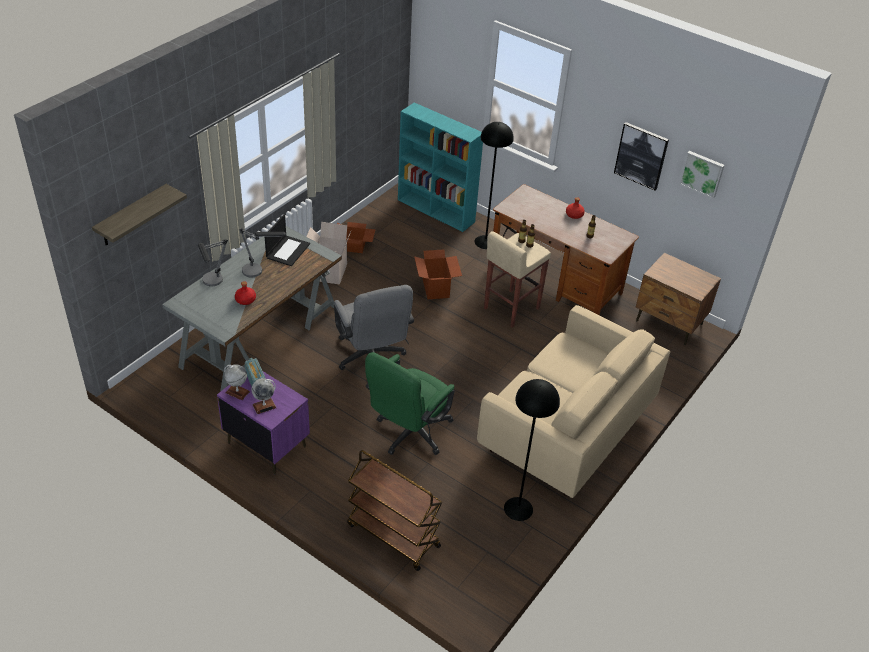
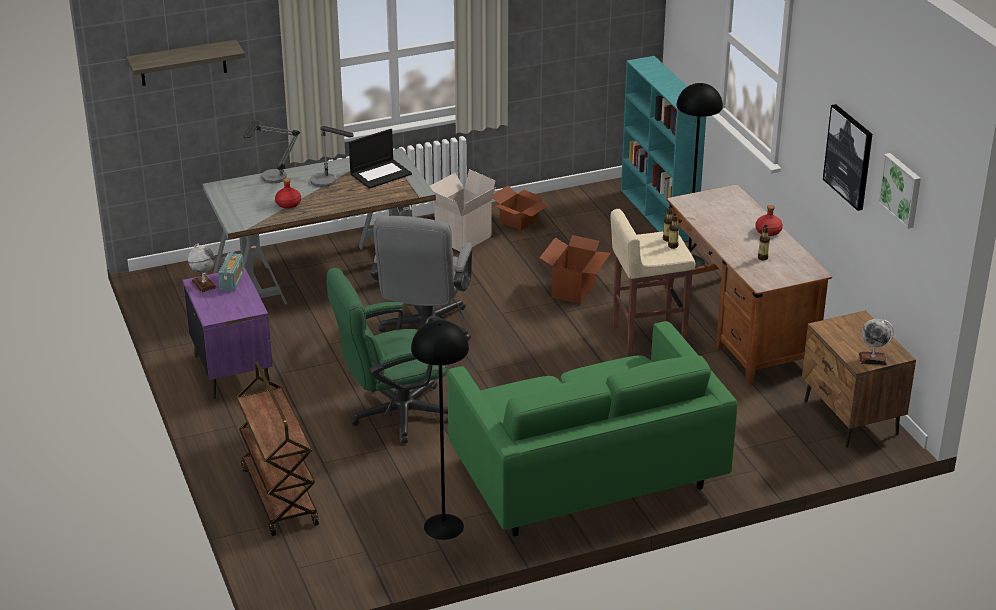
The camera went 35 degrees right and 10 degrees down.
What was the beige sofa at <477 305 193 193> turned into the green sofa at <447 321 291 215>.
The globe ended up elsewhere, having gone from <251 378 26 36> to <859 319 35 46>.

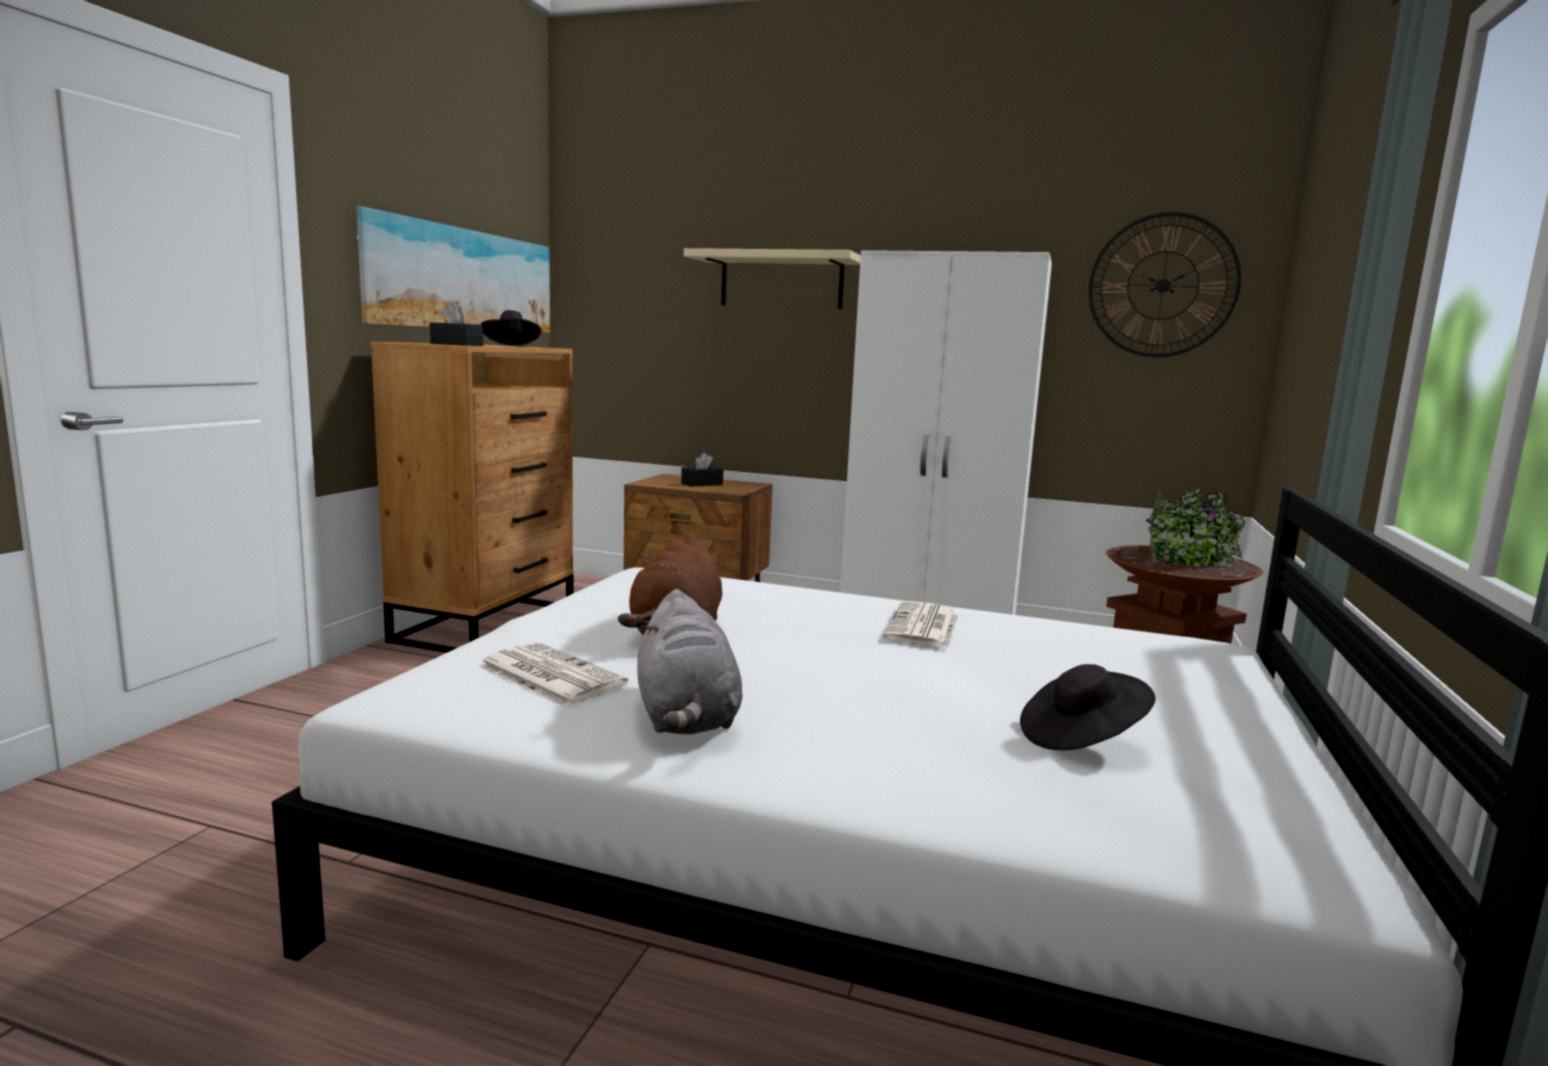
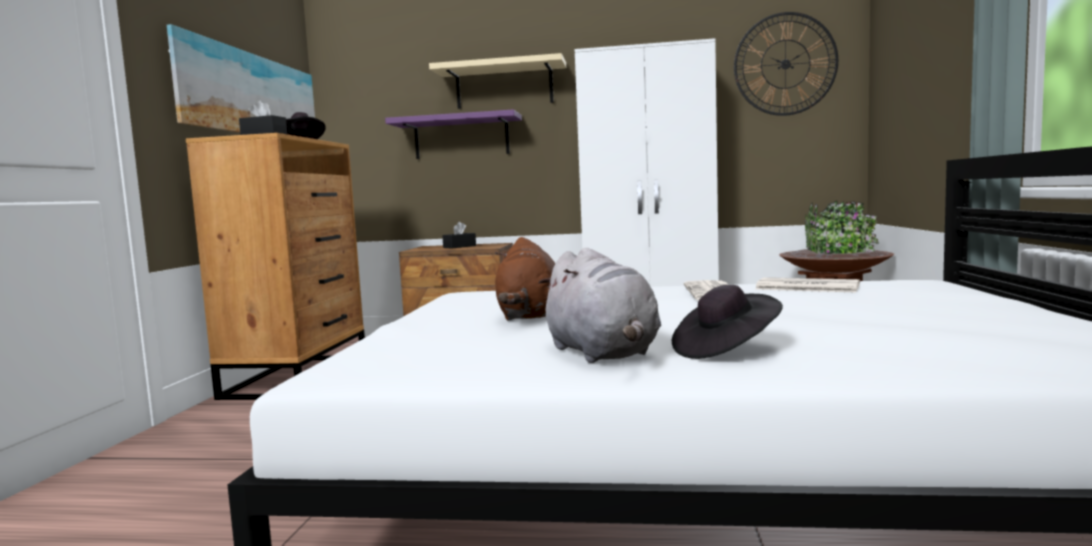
The camera went 10 degrees left and 5 degrees down.
The newspaper ended up elsewhere, having gone from <477 642 151 66> to <756 277 104 15>.
The black hat ended up elsewhere, having gone from <1020 664 136 86> to <672 285 111 74>.
The second view gained the purple shelf at <385 109 137 50>.

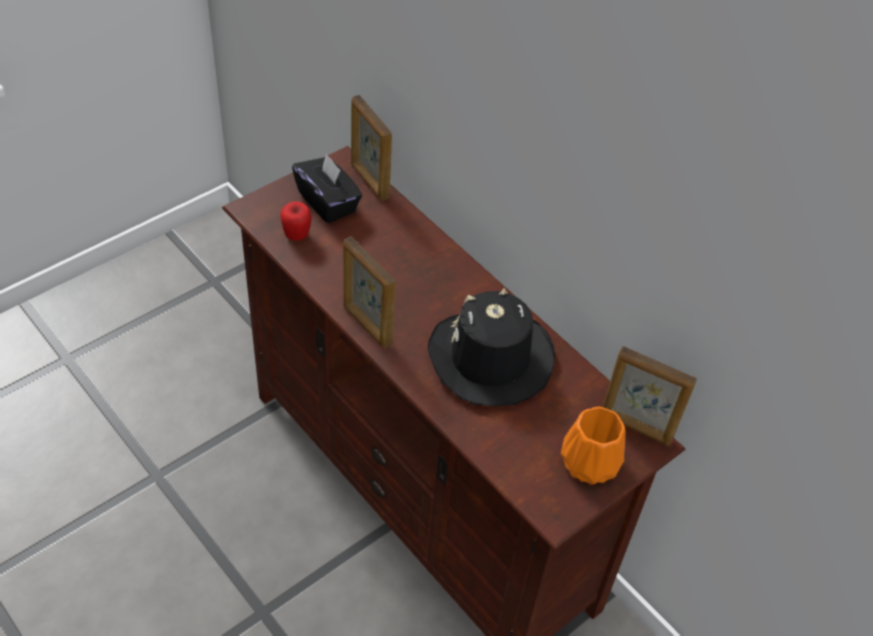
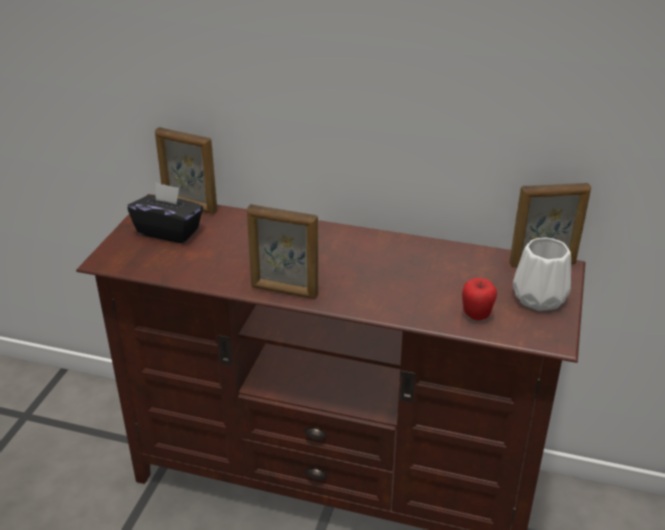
The camera went 30 degrees left and 15 degrees down.
The apple ended up elsewhere, having gone from <280 201 32 40> to <462 278 35 42>.
The second view lost the black hat at <428 288 127 118>.
What was the orange vase at <560 407 66 78> turned into the white vase at <513 238 58 73>.

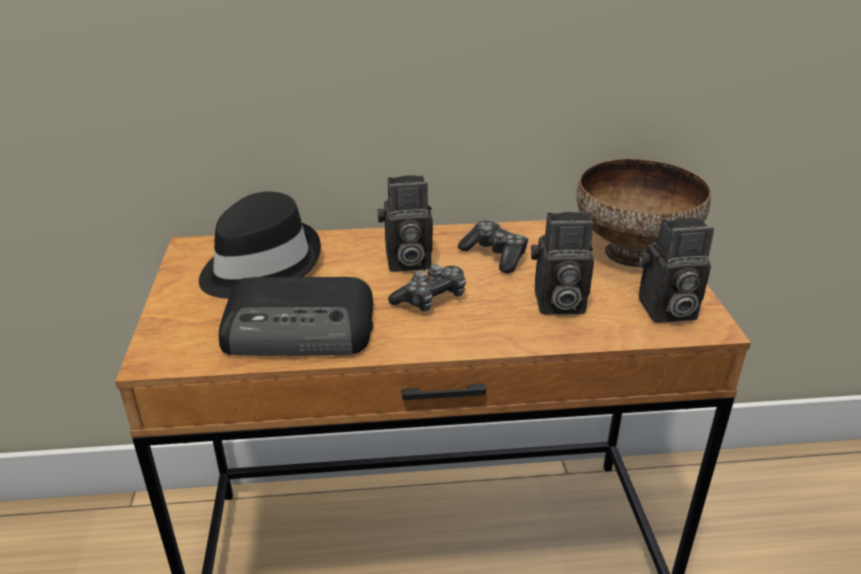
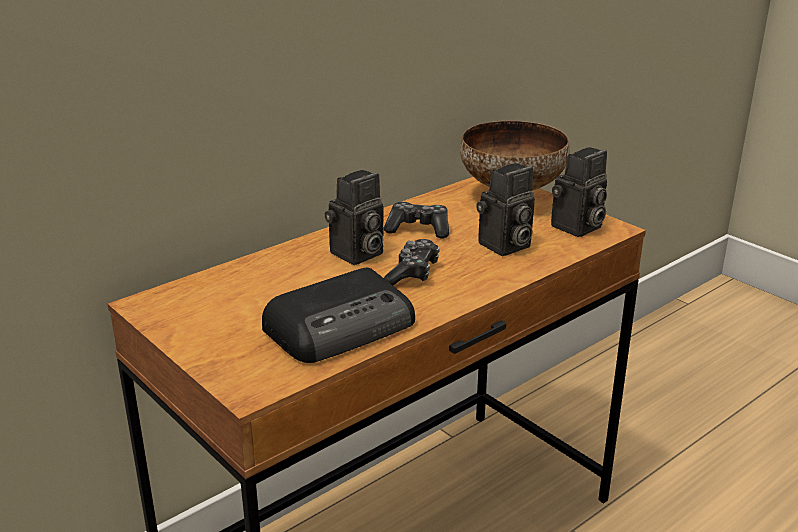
The camera went 35 degrees left and 5 degrees down.
The second view lost the black hat at <199 192 122 107>.

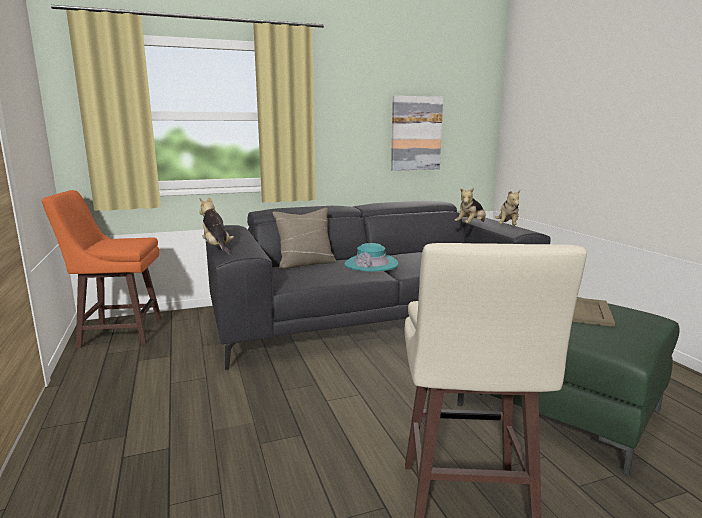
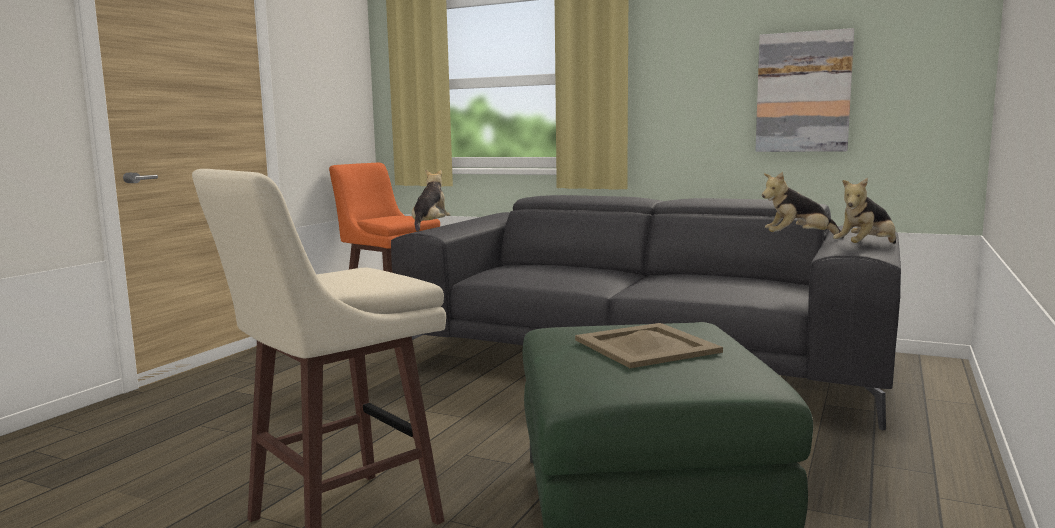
The camera went 45 degrees right and 5 degrees down.
The second view lost the beige pillow at <272 208 65 61>.
The second view lost the turquoise hat at <344 243 54 28>.

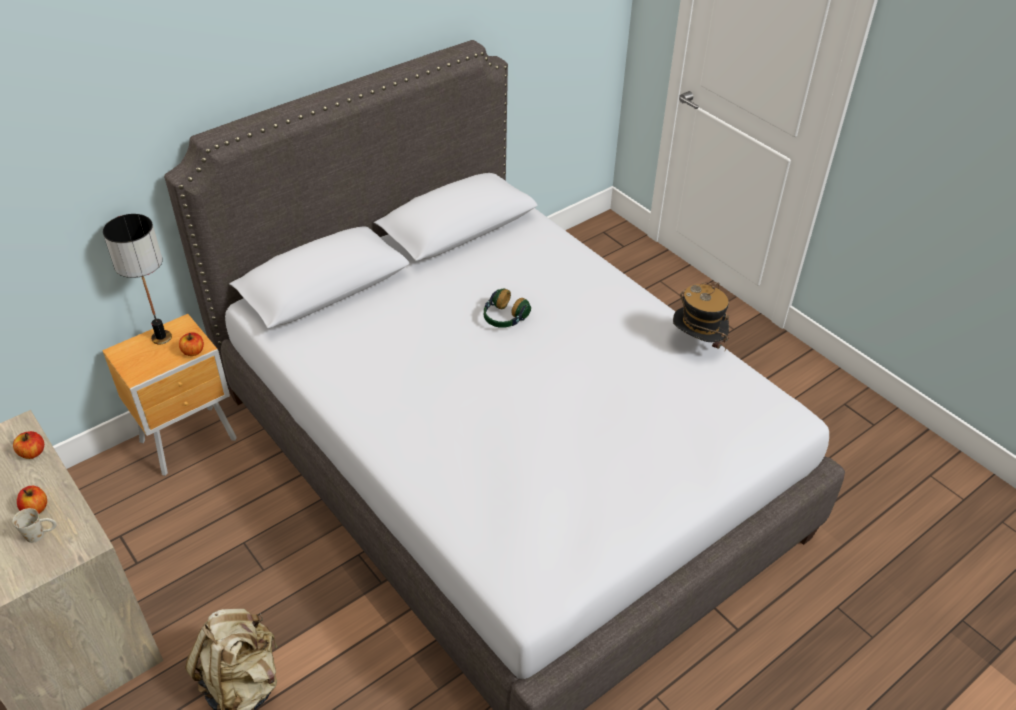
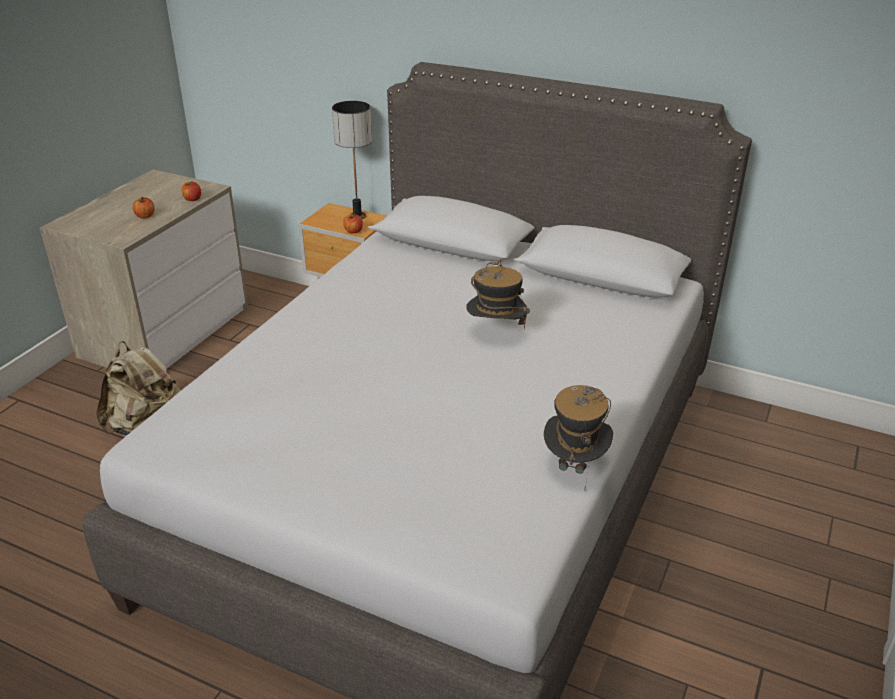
The camera went 65 degrees right and 10 degrees down.
Where the headphones stood at <484 288 47 40>, the hat came to stand at <466 259 64 71>.
The second view lost the white mug at <13 508 44 35>.

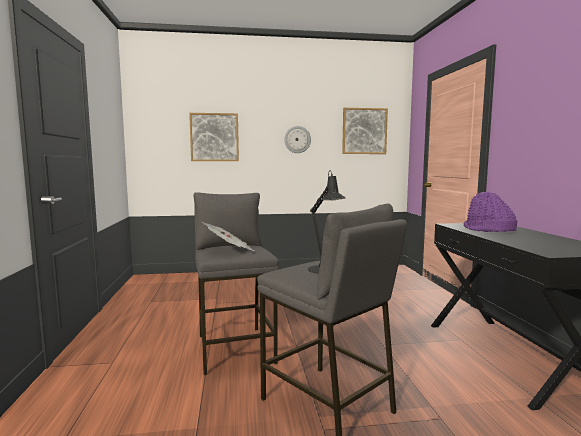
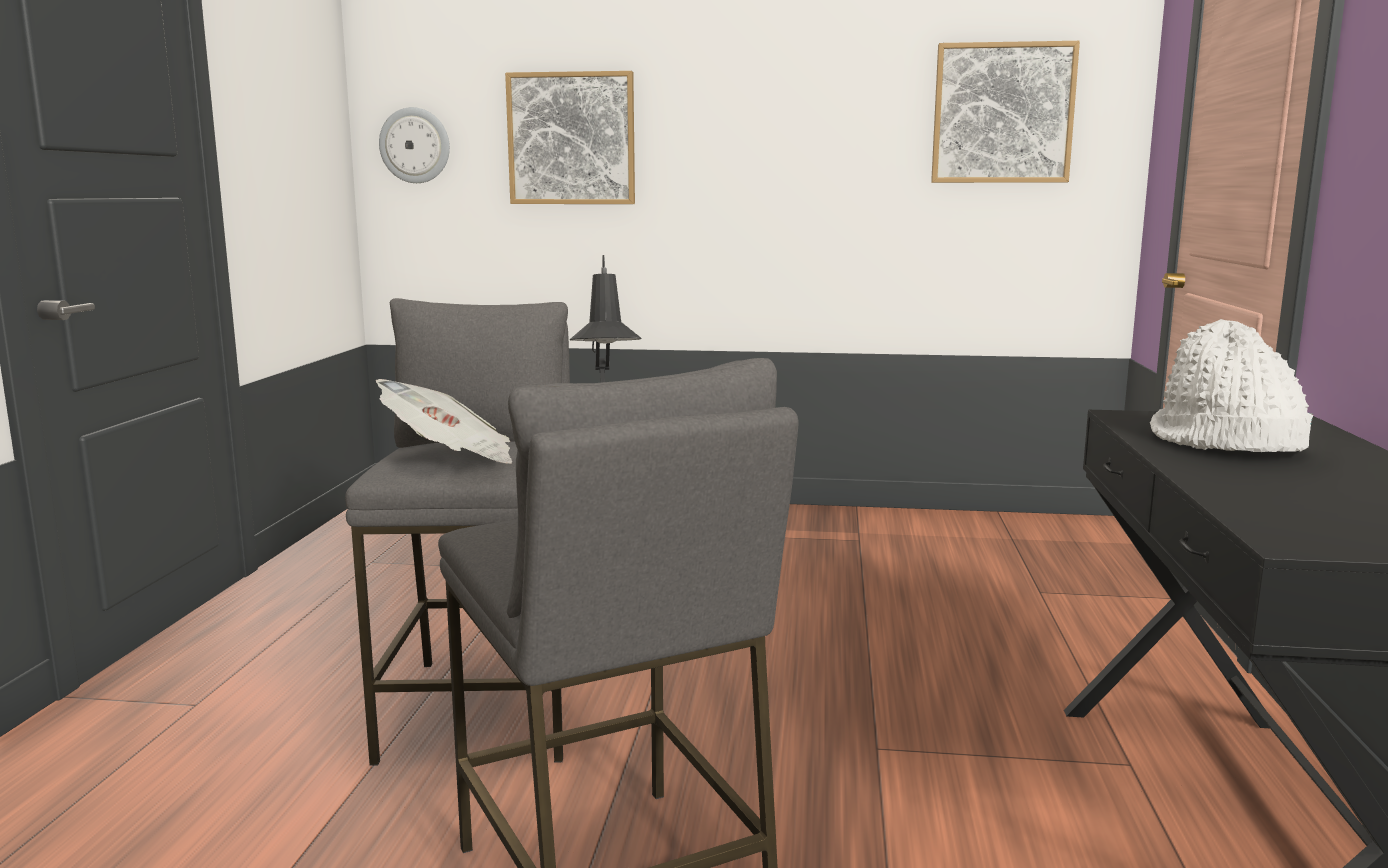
The camera went 15 degrees right and 5 degrees up.
The wall clock ended up elsewhere, having gone from <284 126 27 27> to <379 107 71 76>.
What was the purple hat at <464 192 53 40> turned into the white hat at <1150 319 163 133>.

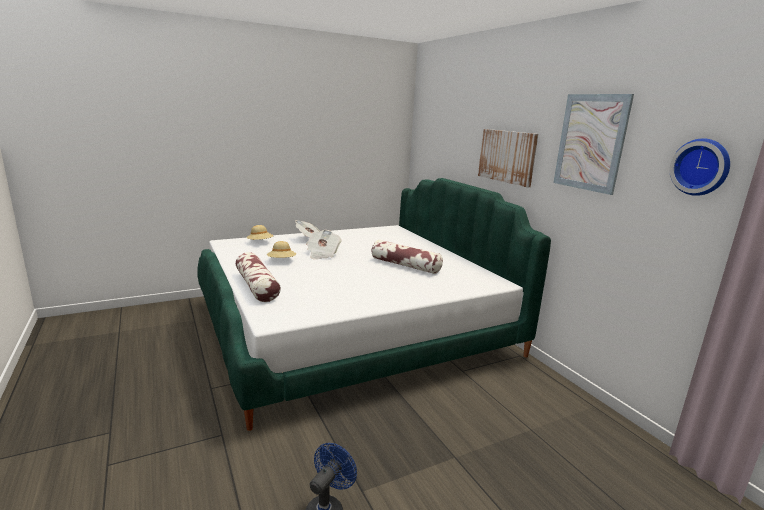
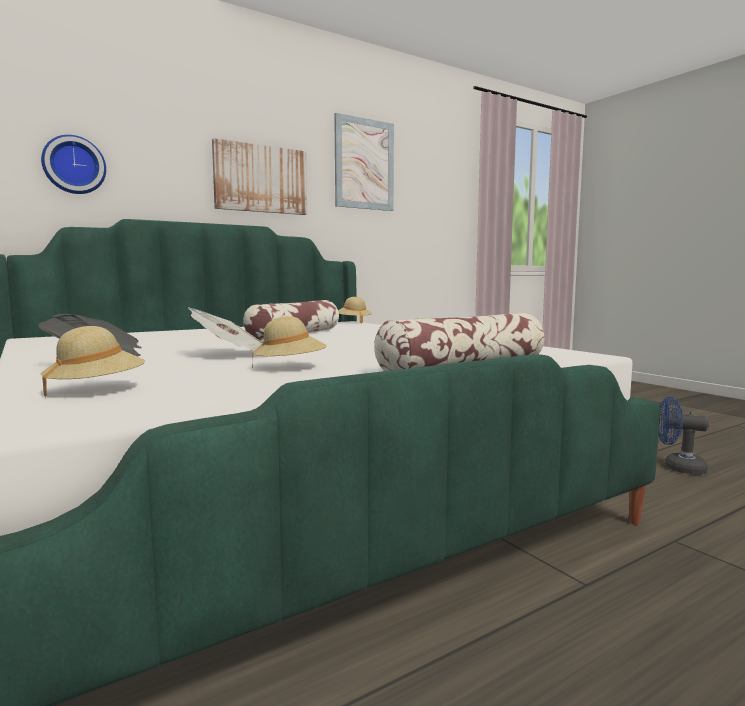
The camera went 95 degrees left and 10 degrees down.
The wall clock ended up elsewhere, having gone from <670 138 60 58> to <41 135 65 59>.
The second view gained the beige hat at <338 297 34 26>.

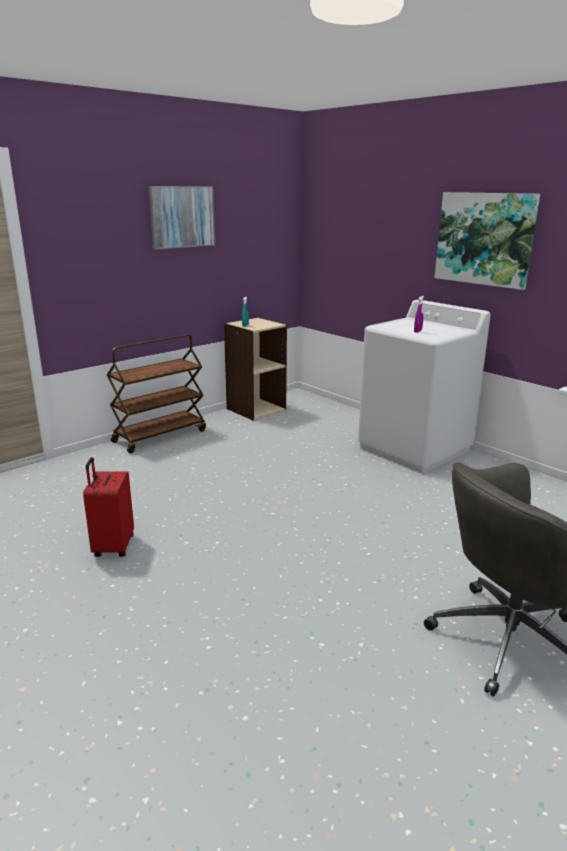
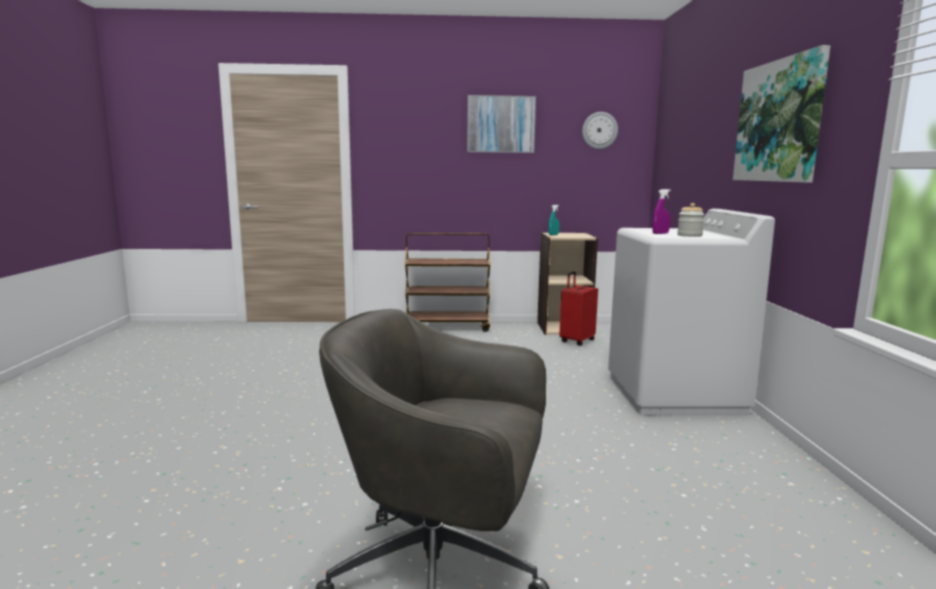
The camera went 40 degrees right and 10 degrees down.
The red suitcase ended up elsewhere, having gone from <83 457 51 100> to <559 271 39 75>.
The second view gained the wall clock at <582 112 36 37>.
The second view gained the jar at <677 203 28 34>.

